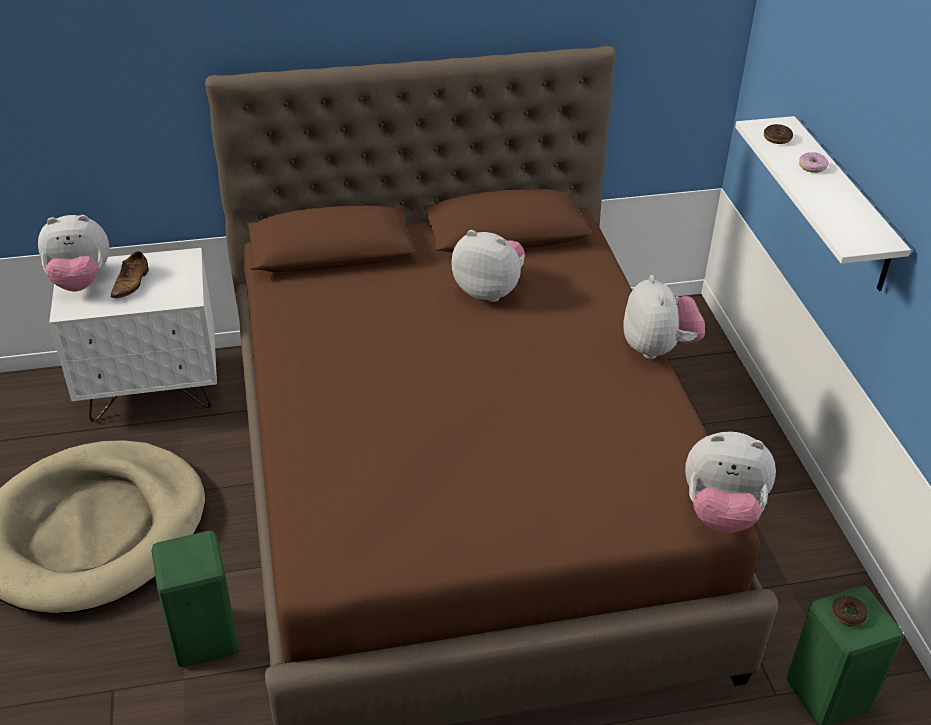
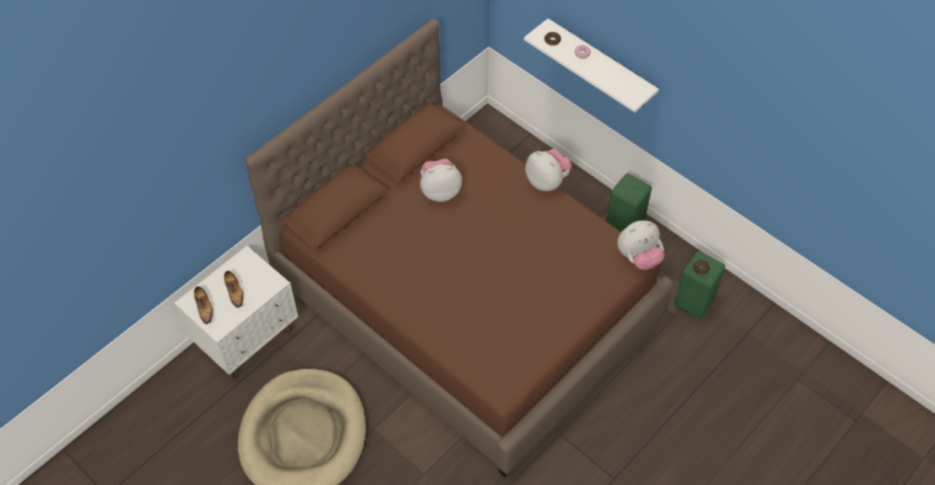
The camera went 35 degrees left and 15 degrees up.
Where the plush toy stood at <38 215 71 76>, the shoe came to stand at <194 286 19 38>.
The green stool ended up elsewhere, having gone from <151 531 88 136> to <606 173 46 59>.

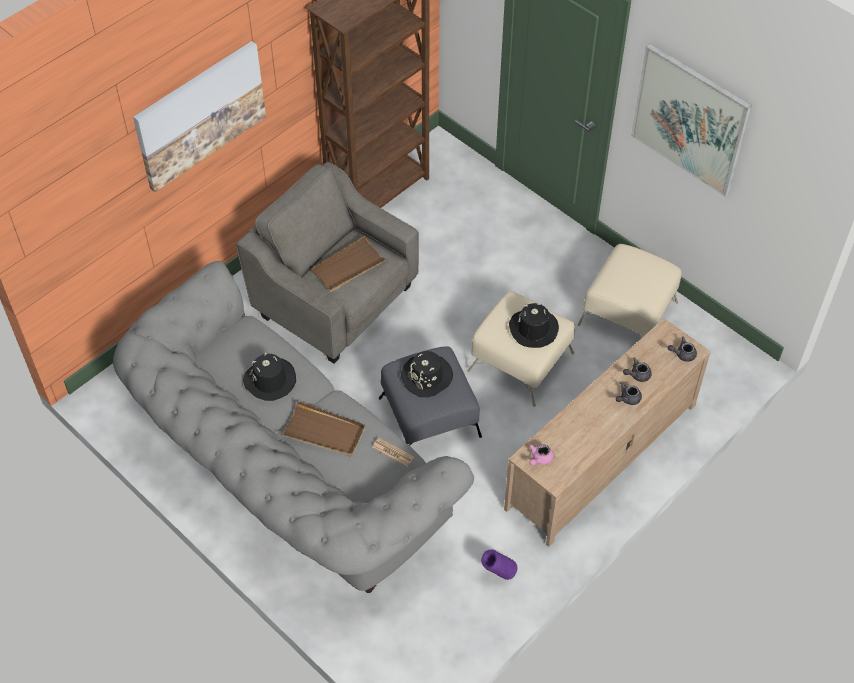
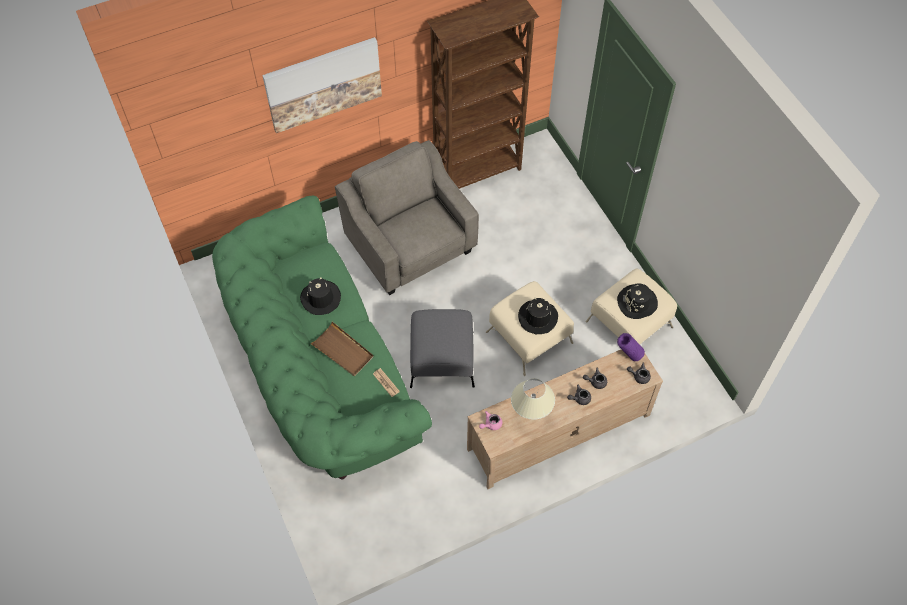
The camera went 20 degrees right and 5 degrees up.
The second view lost the picture at <631 44 121 153>.
The second view lost the brown tray at <311 236 76 56>.
What was the grey sofa at <113 261 361 332> turned into the green sofa at <212 196 220 283>.
The black hat ended up elsewhere, having gone from <401 351 52 46> to <617 283 41 36>.
The purple vase ended up elsewhere, having gone from <481 550 36 30> to <617 333 28 28>.
The second view gained the beige table lamp at <511 378 44 42>.

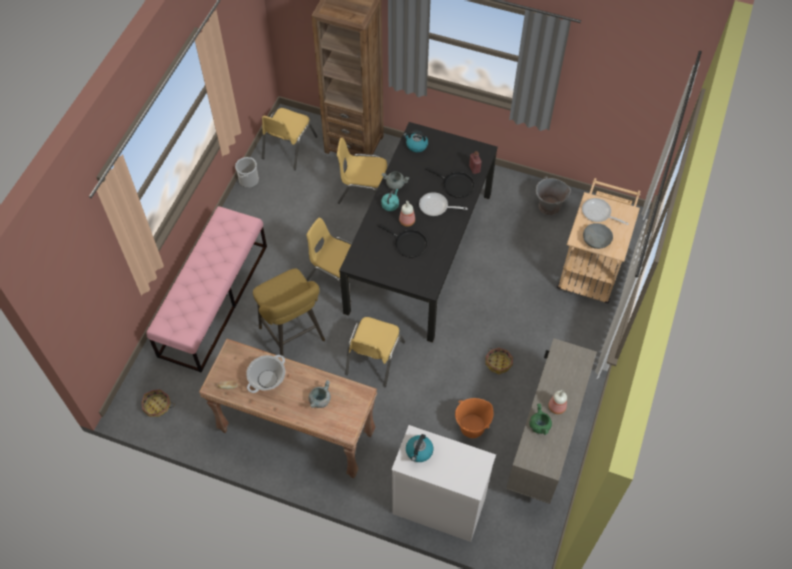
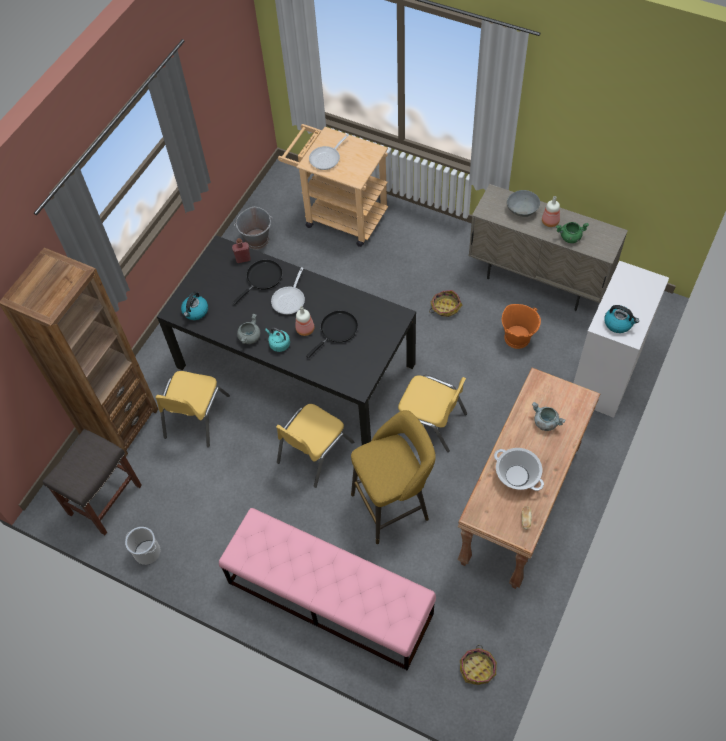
The camera went 80 degrees left and 0 degrees up.
Where the yellow chair stood at <262 108 56 62>, the grey stool came to stand at <43 429 99 106>.
The grey bowl ended up elsewhere, having gone from <583 223 30 26> to <507 190 33 27>.

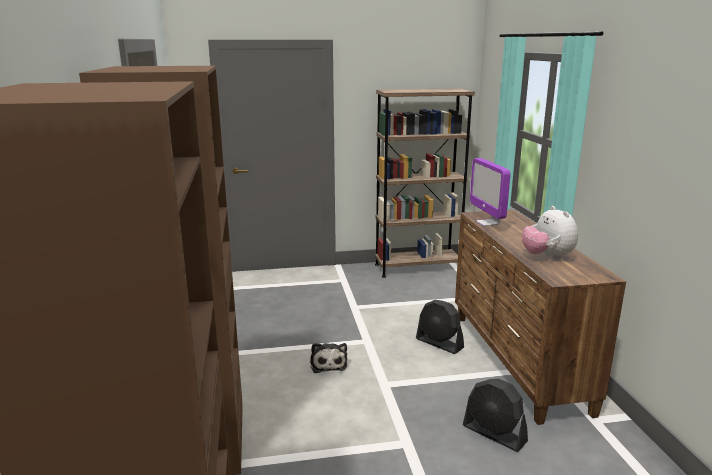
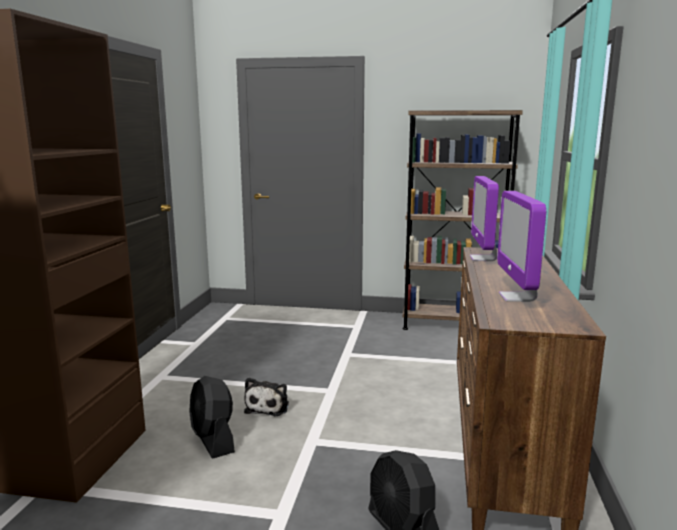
The camera went 20 degrees right and 5 degrees down.
Where the plush toy stood at <522 206 56 54>, the monitor came to stand at <497 191 49 111>.
The black fan ended up elsewhere, having gone from <416 300 48 54> to <189 376 46 83>.

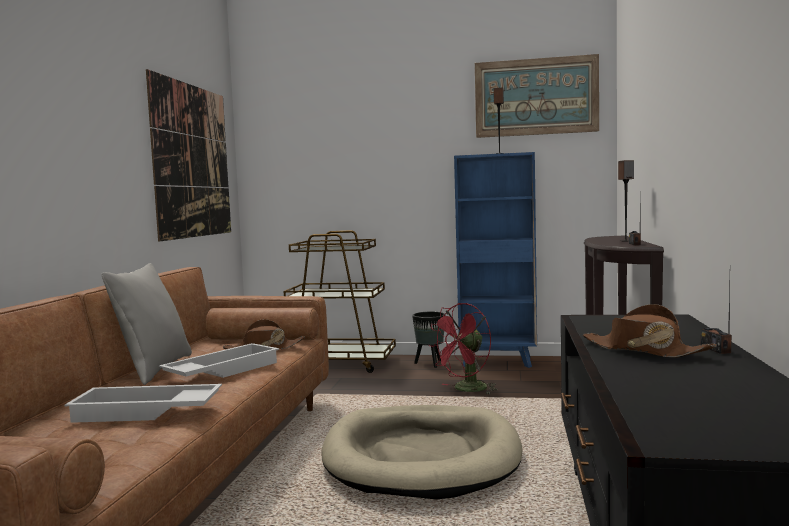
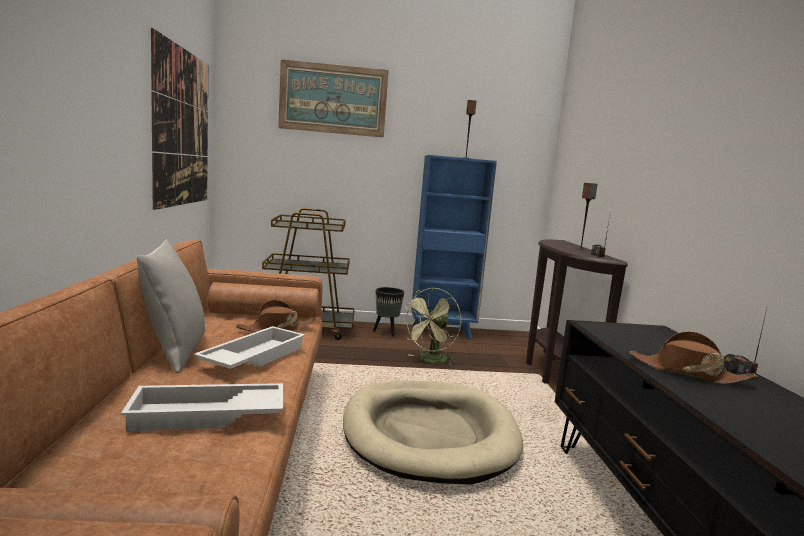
The camera went 15 degrees left and 5 degrees up.
The picture ended up elsewhere, having gone from <475 54 124 84> to <278 59 111 78>.
What was the red fan at <429 303 69 92> turned into the green fan at <401 288 60 79>.

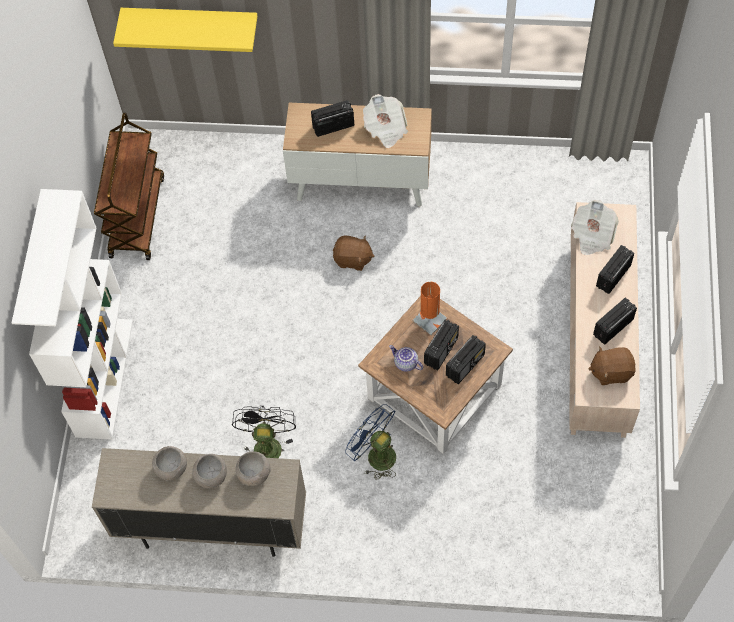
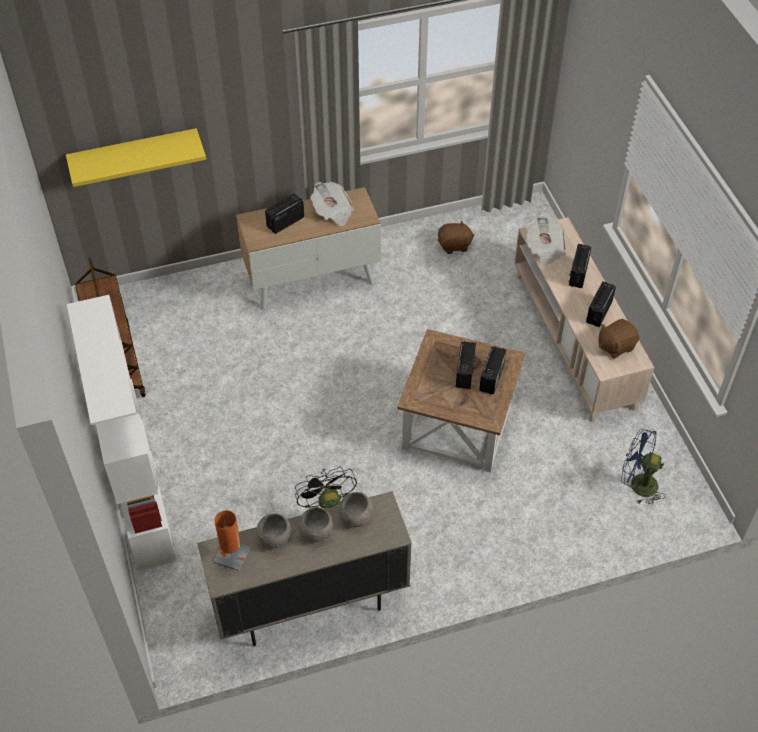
The camera went 25 degrees left and 10 degrees down.
The brown plush toy ended up elsewhere, having gone from <333 235 41 36> to <438 220 36 34>.
The orange table lamp ended up elsewhere, having gone from <413 282 34 53> to <214 510 36 61>.
The second view lost the teapot at <389 345 34 27>.
The blue fan ended up elsewhere, having gone from <345 404 51 76> to <621 429 44 76>.

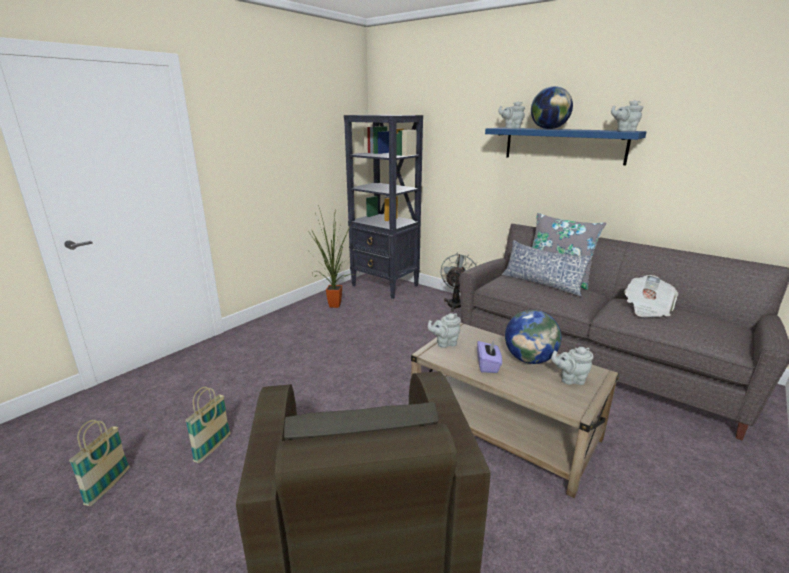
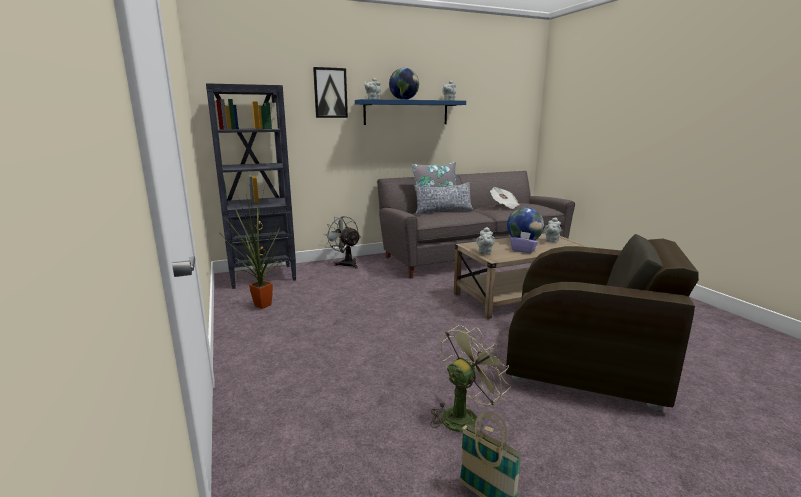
The camera went 60 degrees left and 5 degrees down.
Where the basket stood at <185 387 46 76>, the green fan came to stand at <430 325 81 107>.
The second view gained the picture at <313 67 35 51>.

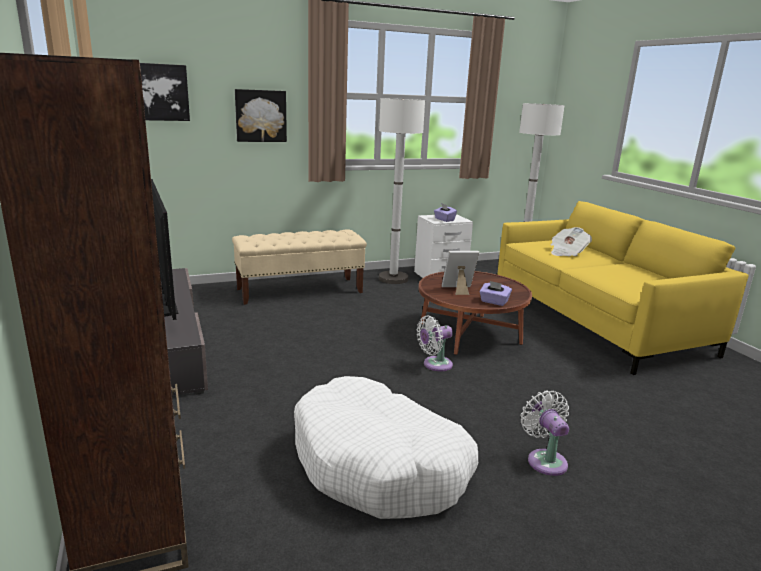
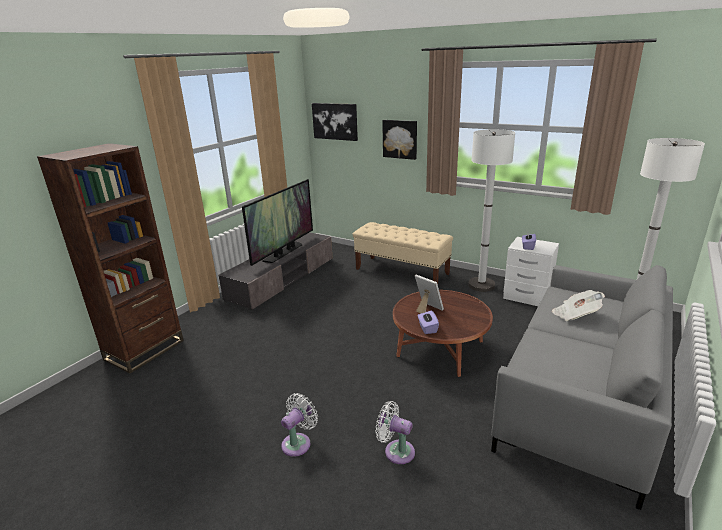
The camera went 55 degrees right and 5 degrees up.
What was the yellow sofa at <497 201 252 174> turned into the grey sofa at <491 265 182 245>.
The white fan ended up elsewhere, having gone from <417 316 36 55> to <375 401 40 63>.
The second view lost the white dog bed at <294 376 184 143>.

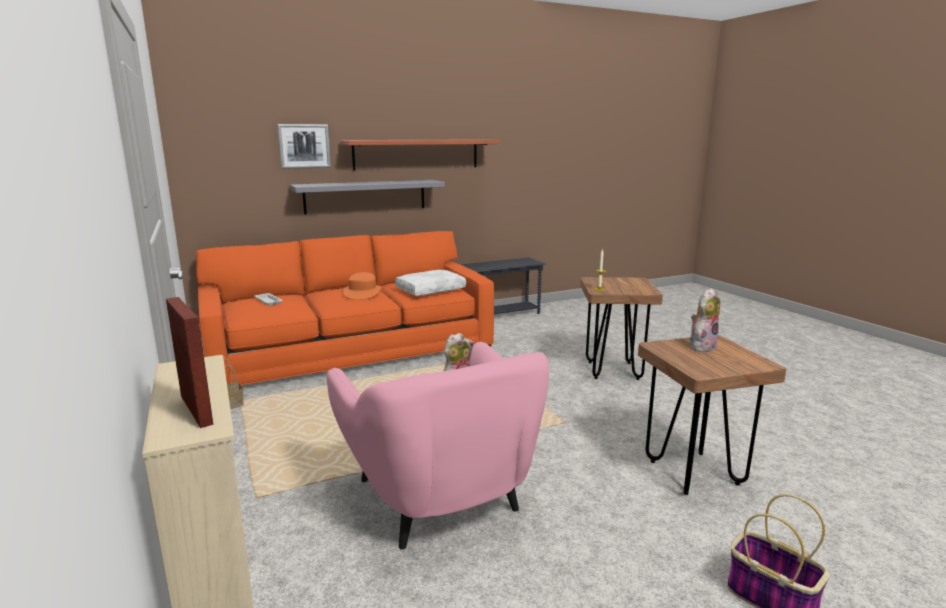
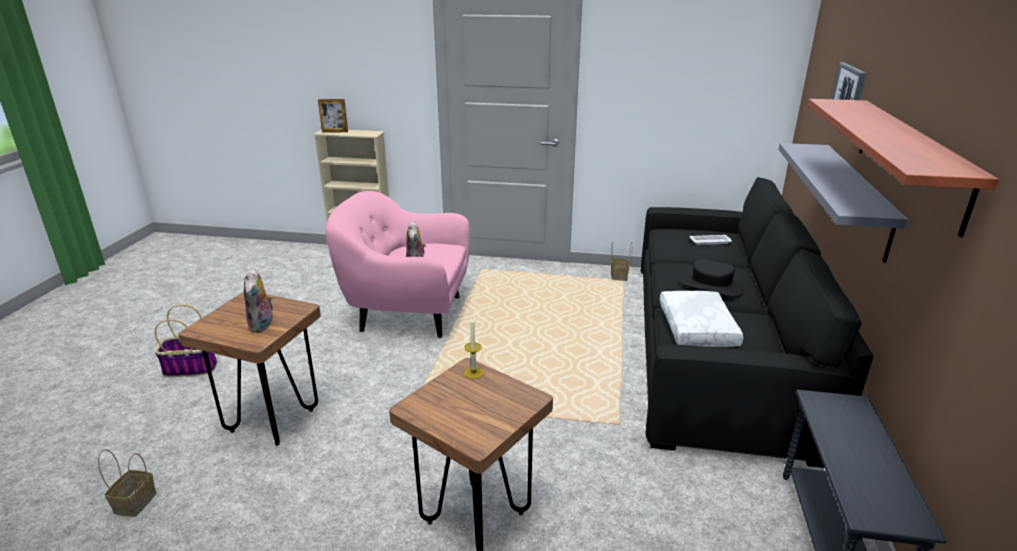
The camera went 125 degrees right and 10 degrees up.
What was the orange sofa at <196 231 298 154> turned into the black sofa at <641 177 233 291>.
What was the orange hat at <343 272 38 28> turned into the black hat at <679 259 66 38>.
The second view gained the basket at <98 449 58 68>.

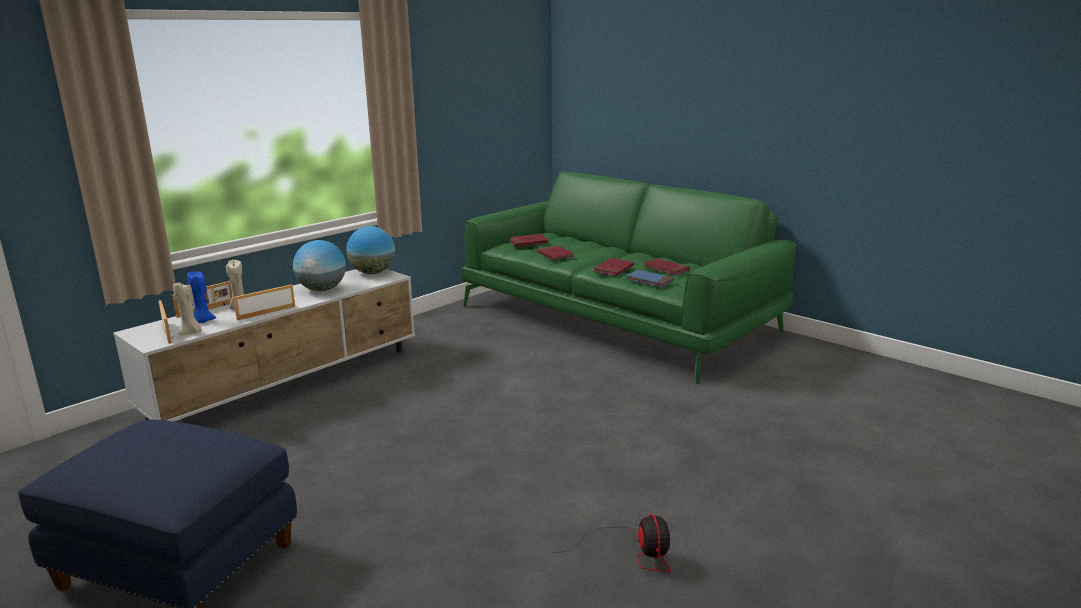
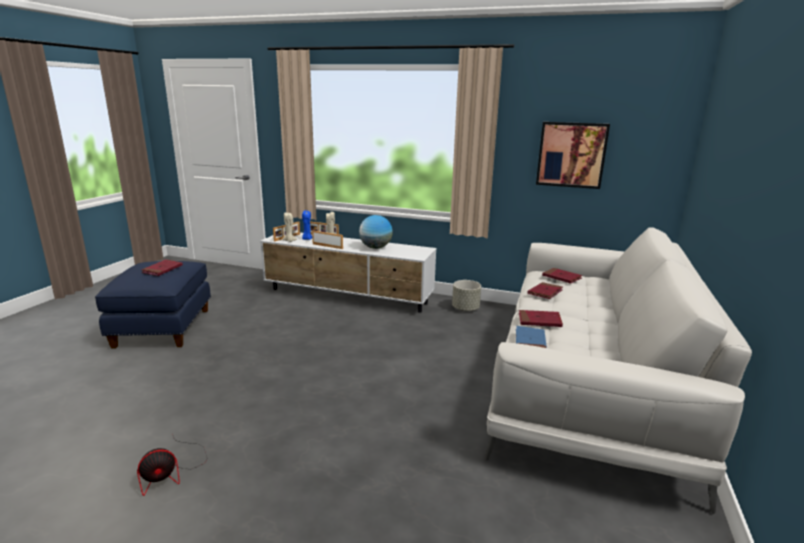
The camera went 65 degrees right and 0 degrees up.
What was the green sofa at <462 172 335 212> turned into the white sofa at <485 227 267 287>.
The second view lost the globe at <346 226 49 48>.
The red book ended up elsewhere, having gone from <643 259 47 16> to <141 259 42 17>.
The second view gained the picture at <536 122 74 67>.
The second view gained the grey planter at <452 280 29 31>.

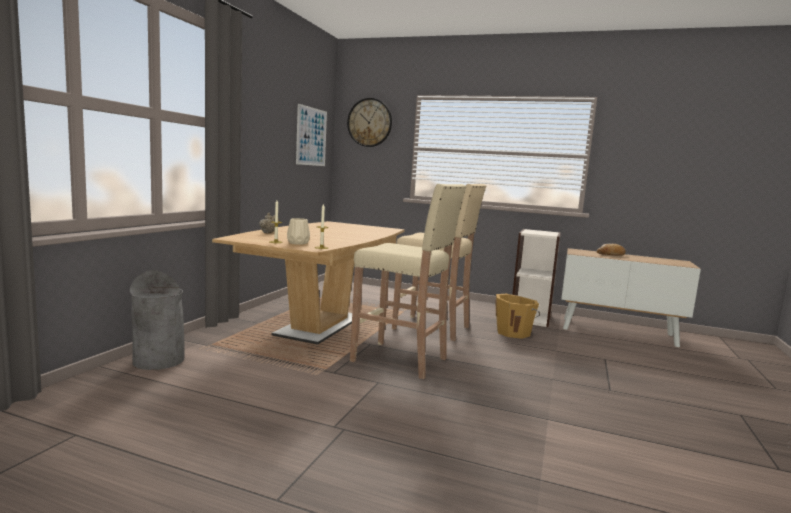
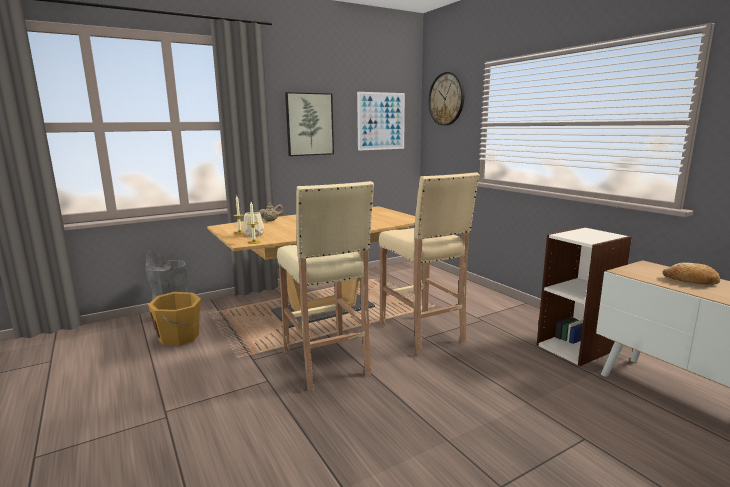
The camera went 40 degrees right and 5 degrees up.
The orange bucket ended up elsewhere, having gone from <495 294 45 45> to <148 292 53 54>.
The second view gained the picture at <285 92 49 64>.

